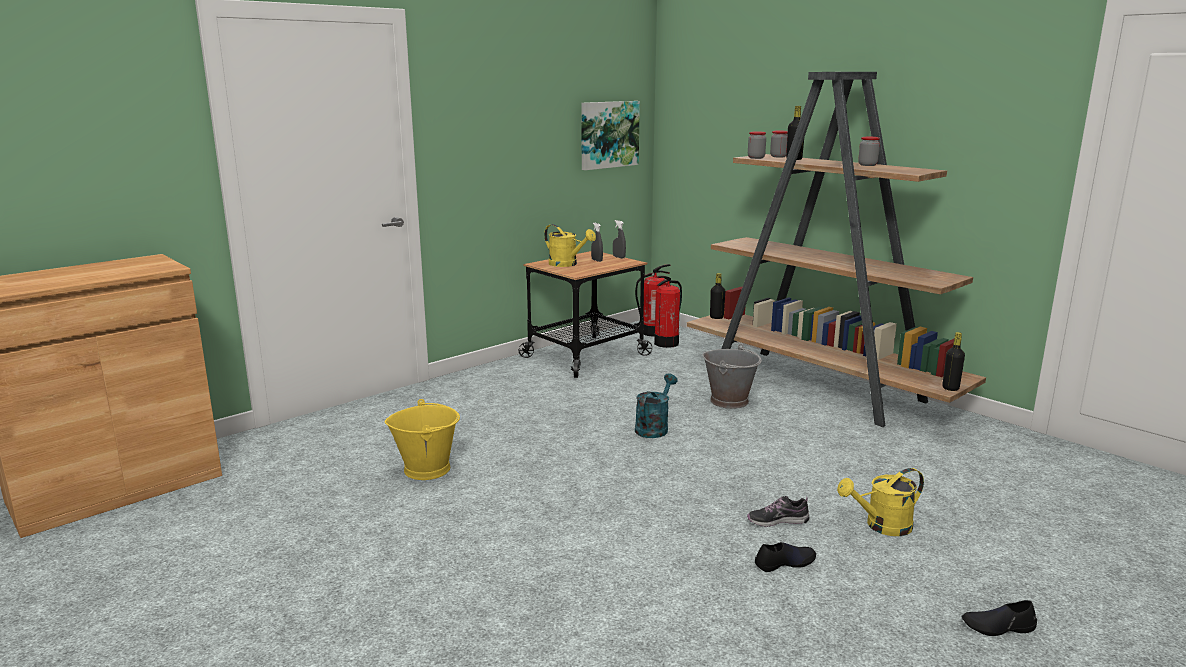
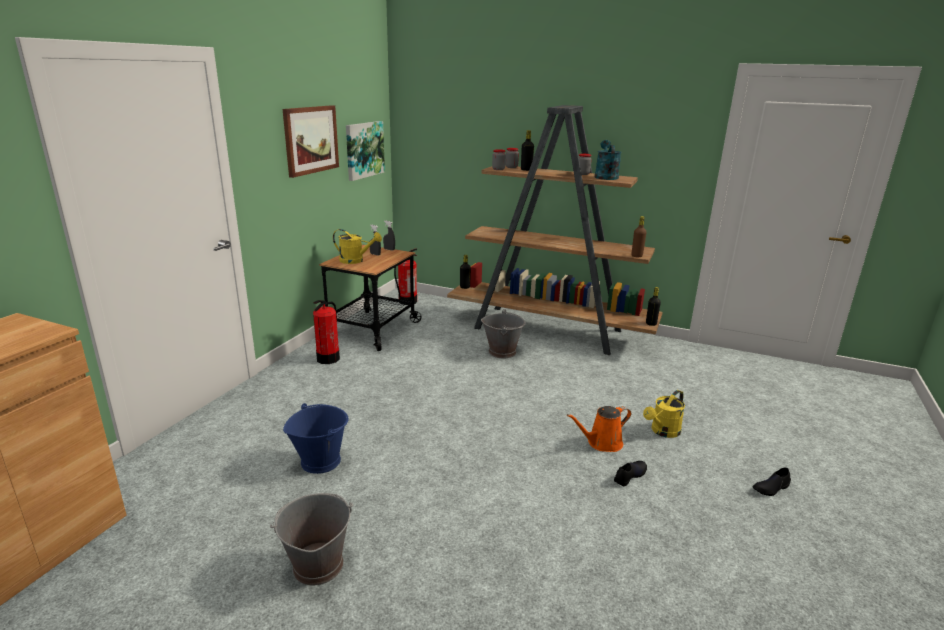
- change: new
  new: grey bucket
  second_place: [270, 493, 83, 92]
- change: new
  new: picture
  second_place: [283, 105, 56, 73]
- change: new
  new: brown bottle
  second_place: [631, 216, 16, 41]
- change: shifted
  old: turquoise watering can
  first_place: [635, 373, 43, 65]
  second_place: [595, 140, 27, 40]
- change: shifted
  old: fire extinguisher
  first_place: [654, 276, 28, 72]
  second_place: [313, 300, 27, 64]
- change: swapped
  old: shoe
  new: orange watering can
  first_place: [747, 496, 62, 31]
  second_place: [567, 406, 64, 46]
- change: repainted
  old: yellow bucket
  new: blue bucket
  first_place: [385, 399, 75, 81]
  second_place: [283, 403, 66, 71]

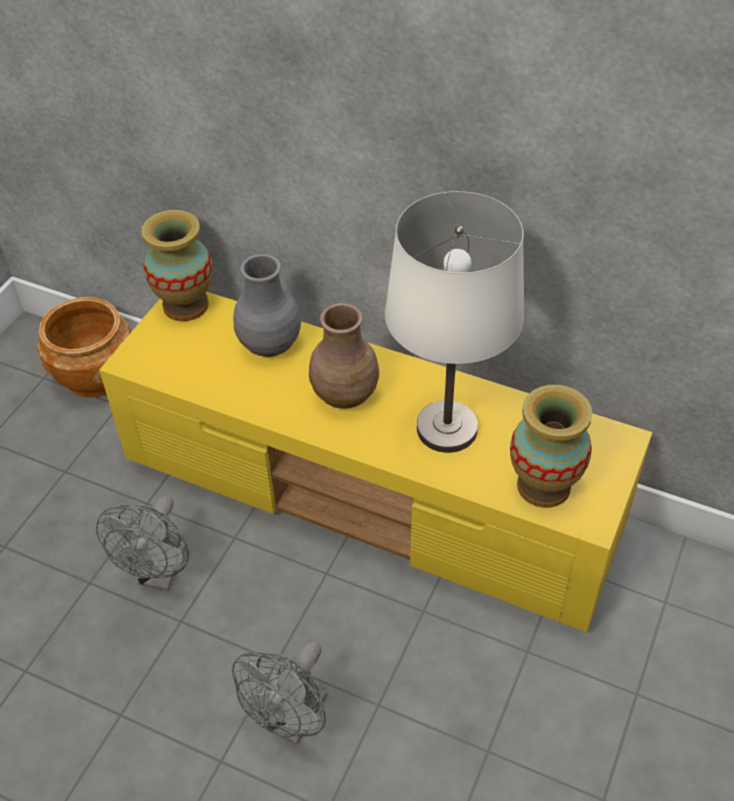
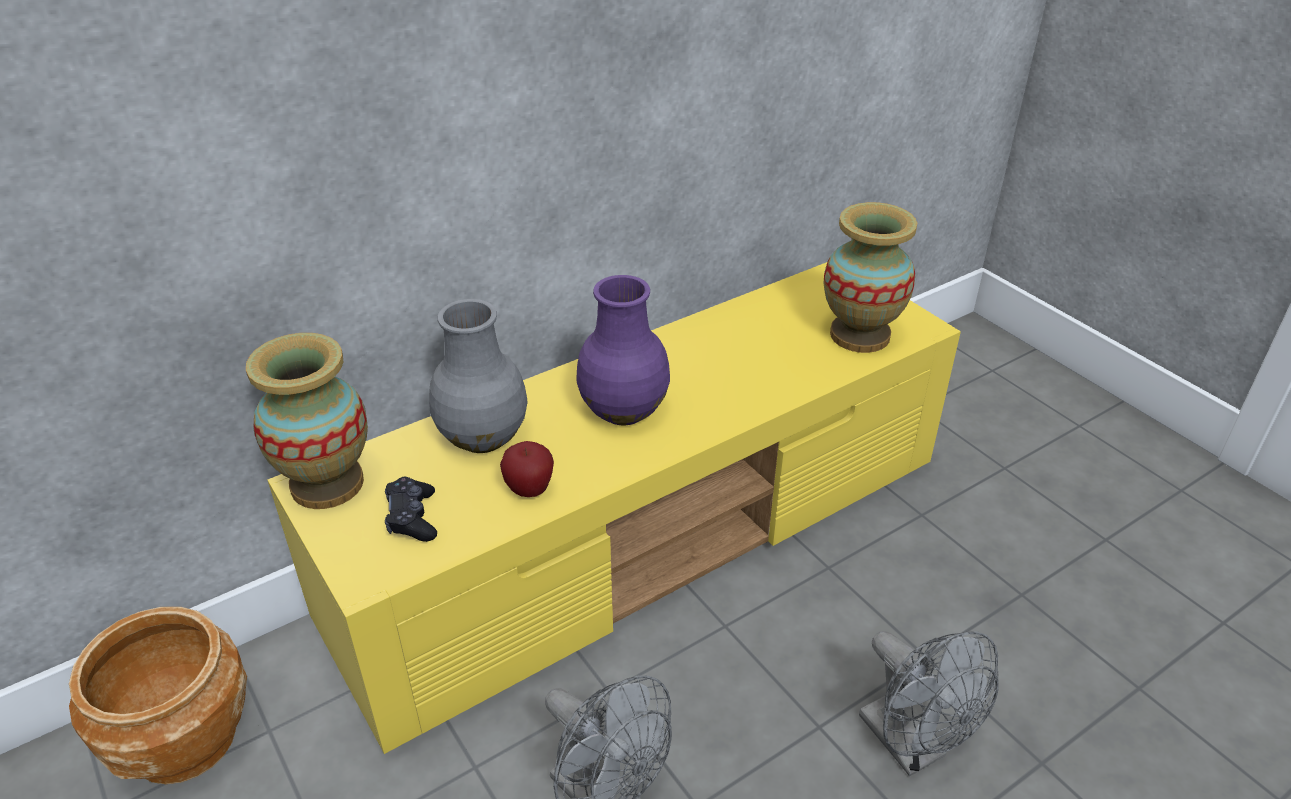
- change: gone
  old: white table lamp
  first_place: [385, 191, 139, 262]
- change: new
  new: black game controller
  second_place: [385, 477, 52, 65]
- change: new
  new: apple
  second_place: [500, 441, 54, 56]
- change: repainted
  old: brown vase
  new: purple vase
  first_place: [309, 303, 70, 106]
  second_place: [576, 275, 94, 150]

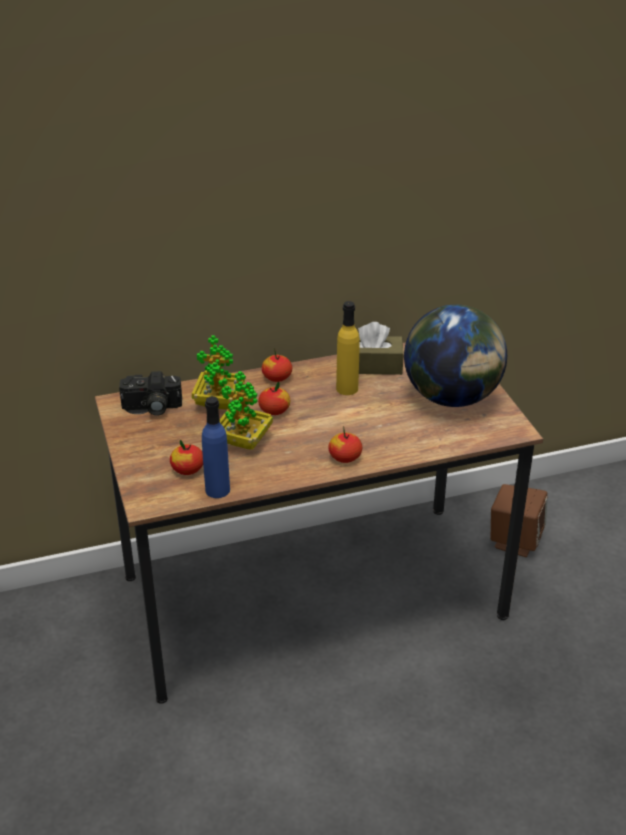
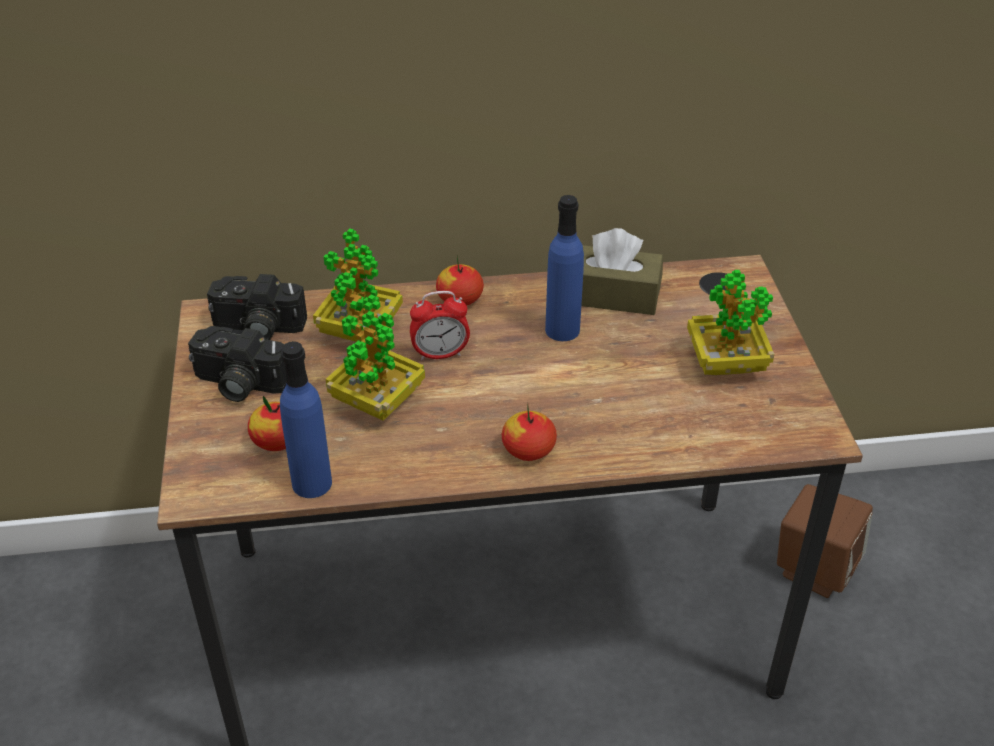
- change: new
  new: photo camera
  second_place: [188, 326, 98, 76]
- change: swapped
  old: apple
  new: alarm clock
  first_place: [258, 382, 32, 33]
  second_place: [410, 291, 60, 69]
- change: swapped
  old: globe
  new: potted plant
  first_place: [404, 305, 103, 102]
  second_place: [687, 270, 87, 105]
- change: repainted
  old: yellow bottle
  new: blue bottle
  first_place: [336, 301, 24, 94]
  second_place: [545, 195, 39, 146]

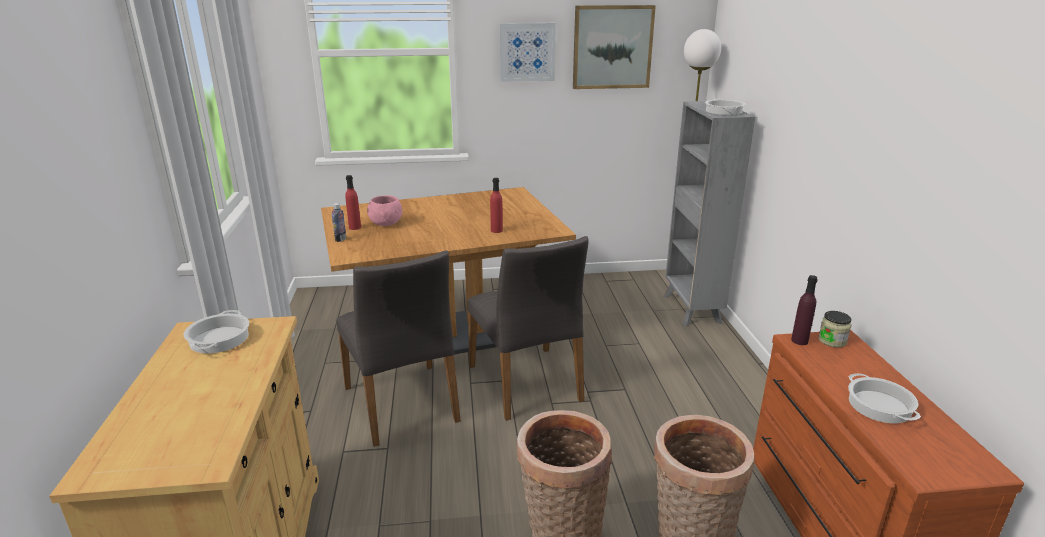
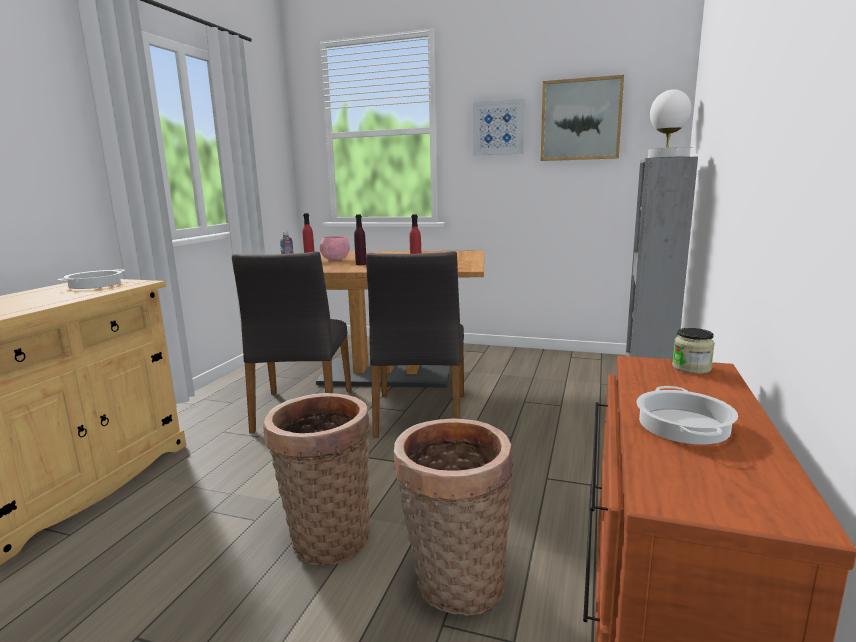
- change: shifted
  old: purple bottle
  first_place: [791, 275, 27, 70]
  second_place: [354, 214, 12, 51]

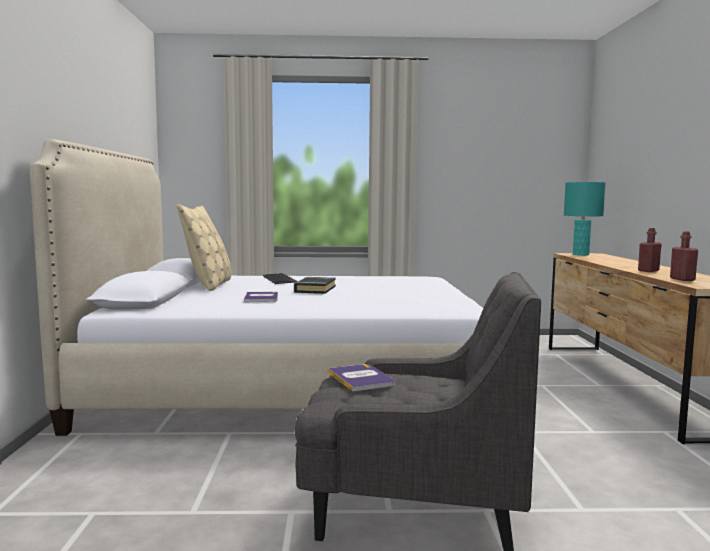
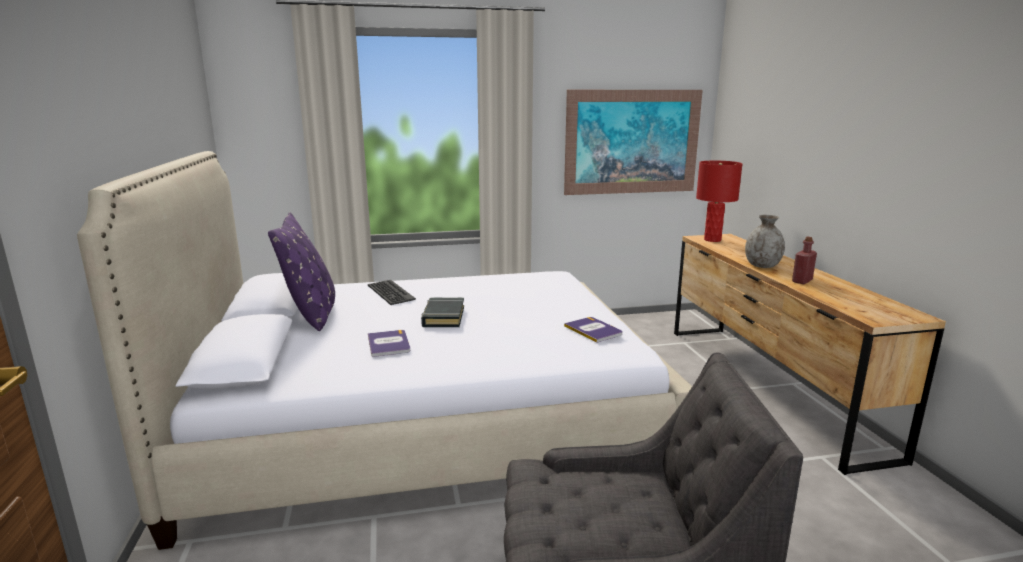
- change: gone
  old: red bottle
  first_place: [670, 231, 28, 50]
- change: new
  new: picture
  second_place: [564, 90, 139, 105]
- change: new
  new: grey vase
  second_place: [745, 215, 40, 53]
- change: shifted
  old: book
  first_place: [328, 364, 67, 28]
  second_place: [564, 317, 59, 26]
- change: repainted
  old: beige pillow
  new: purple pillow
  first_place: [177, 204, 54, 87]
  second_place: [268, 212, 67, 119]
- change: repainted
  old: turquoise table lamp
  new: red table lamp
  first_place: [564, 182, 42, 74]
  second_place: [696, 161, 46, 81]

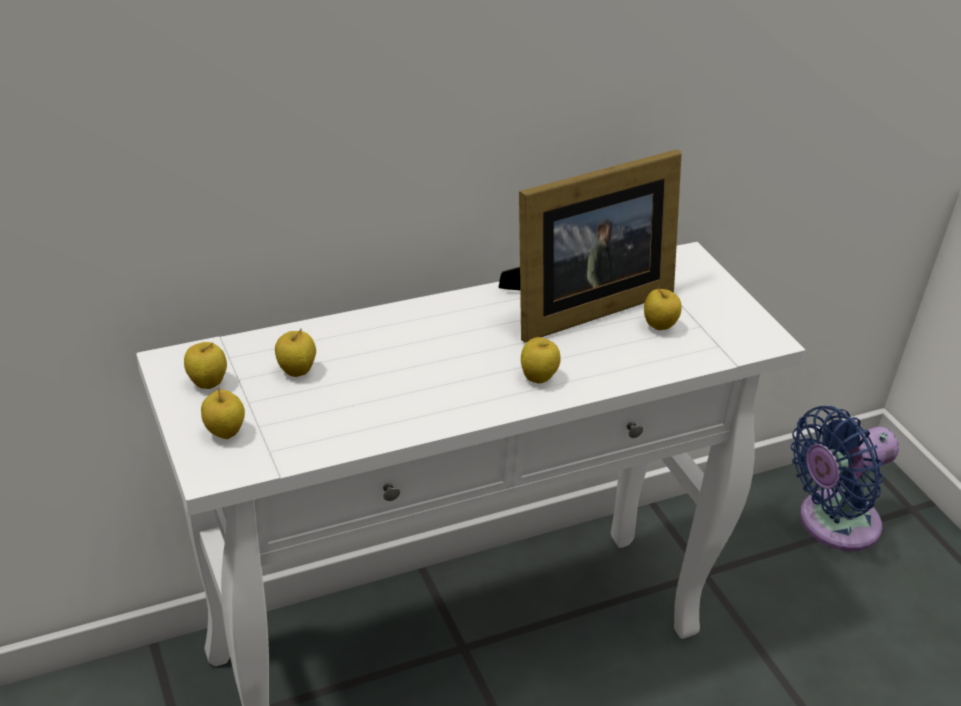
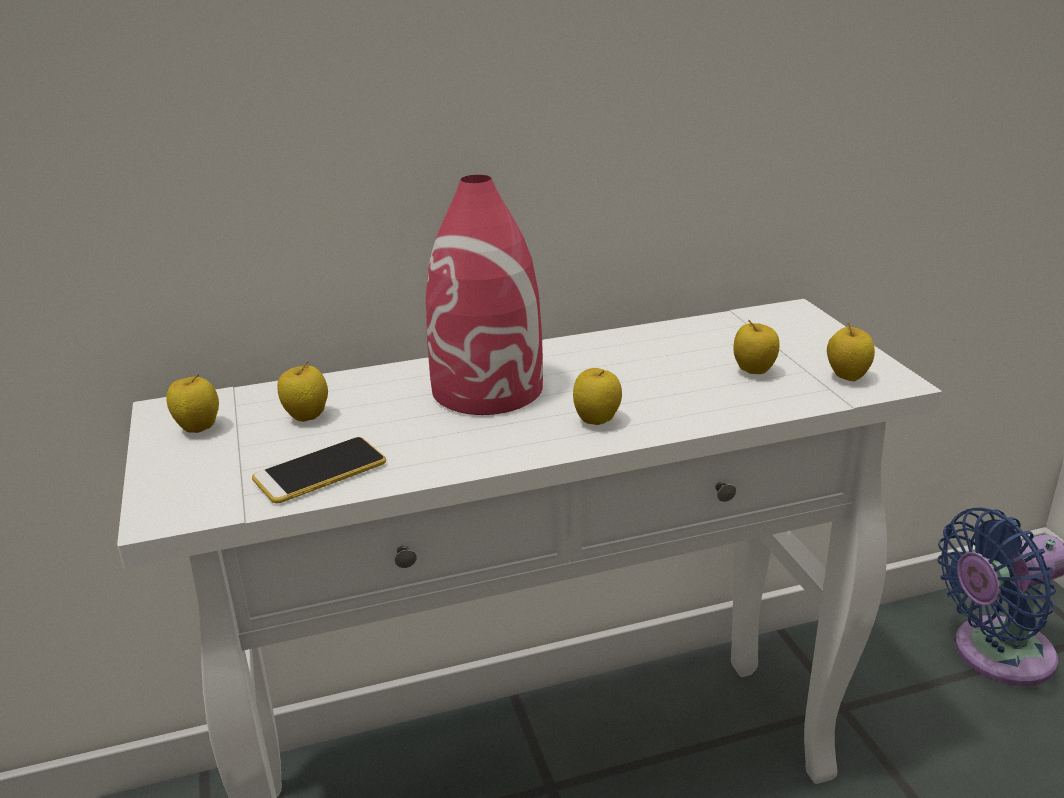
- change: gone
  old: picture frame
  first_place: [499, 150, 183, 192]
- change: new
  new: phone
  second_place: [252, 437, 134, 66]
- change: new
  new: red vase
  second_place: [426, 175, 117, 240]
- change: shifted
  old: apple
  first_place: [201, 388, 44, 51]
  second_place: [827, 322, 48, 59]

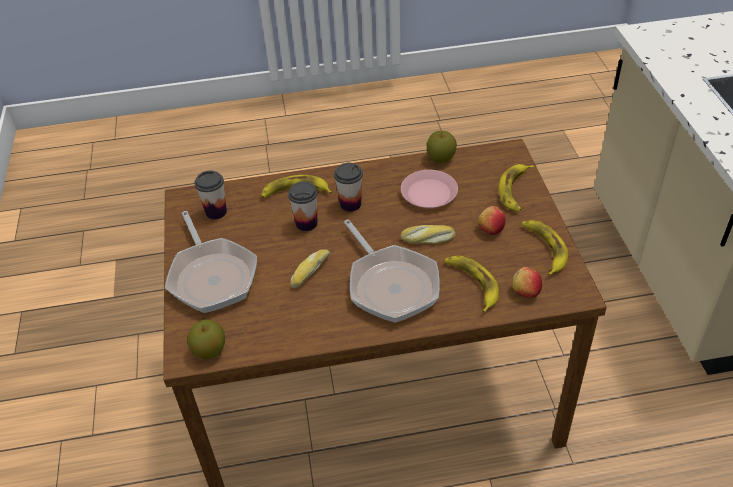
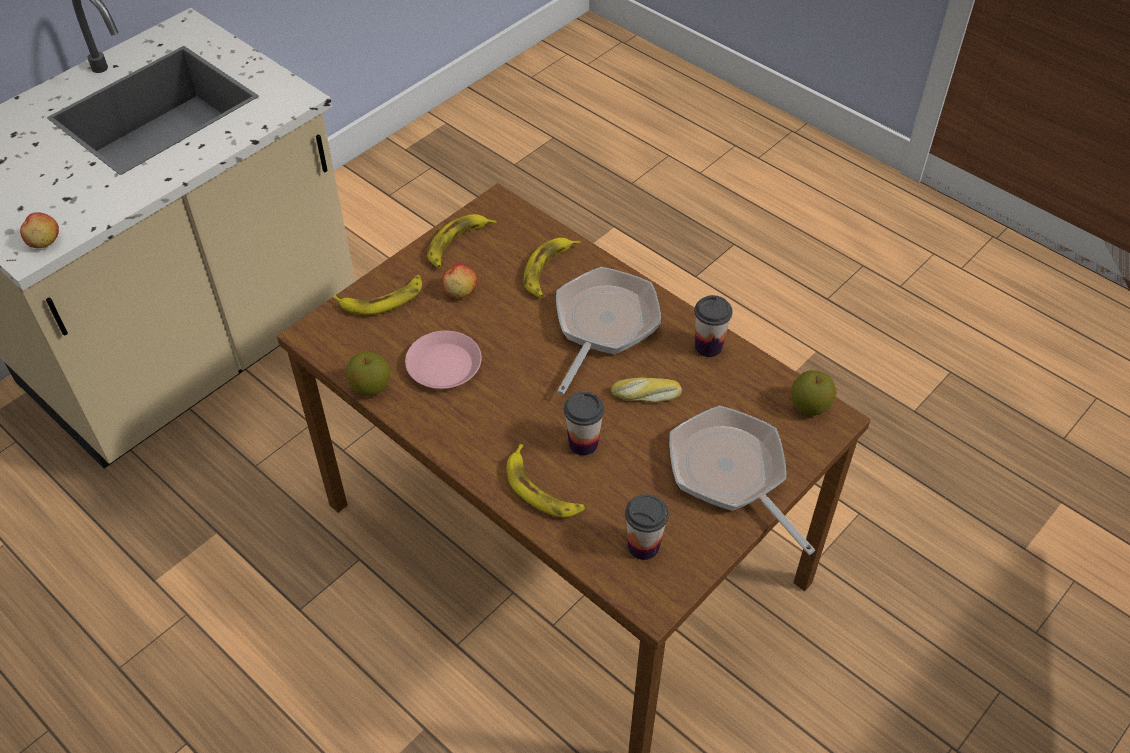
- change: gone
  old: bread
  first_place: [400, 225, 55, 19]
- change: shifted
  old: cup
  first_place: [334, 163, 29, 49]
  second_place: [694, 295, 39, 62]
- change: shifted
  old: apple
  first_place: [512, 267, 30, 31]
  second_place: [20, 212, 39, 36]
- change: rotated
  old: frying pan
  first_place: [165, 211, 92, 102]
  second_place: [669, 405, 146, 150]
  degrees: -60

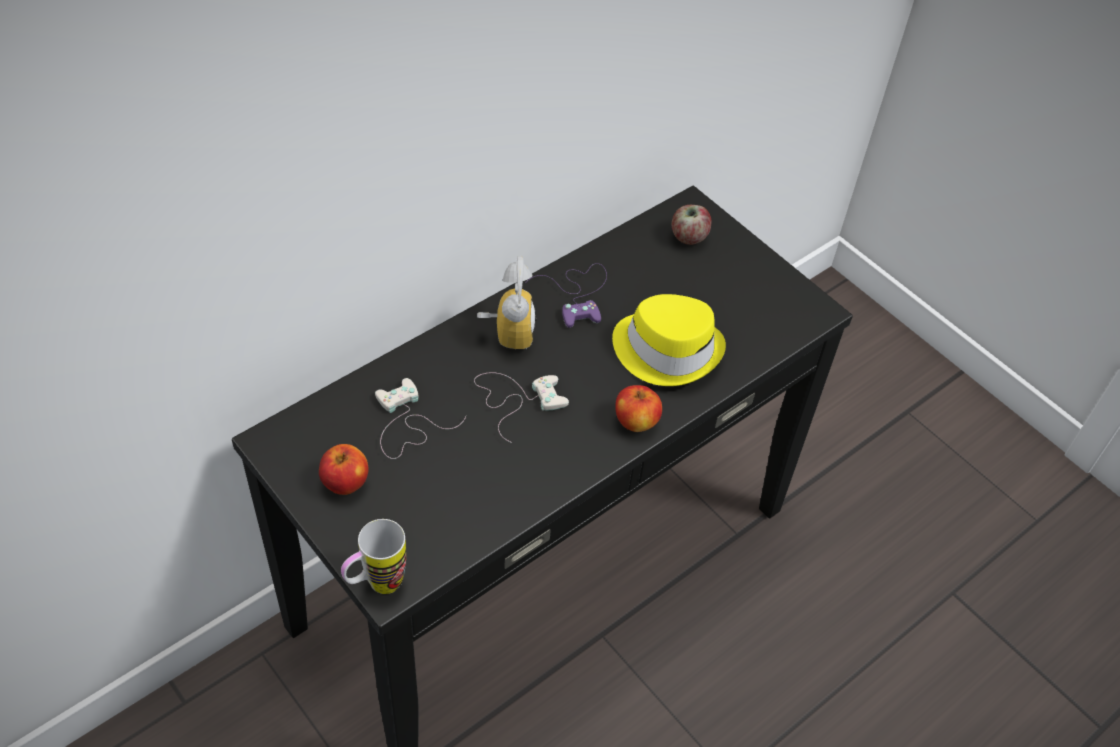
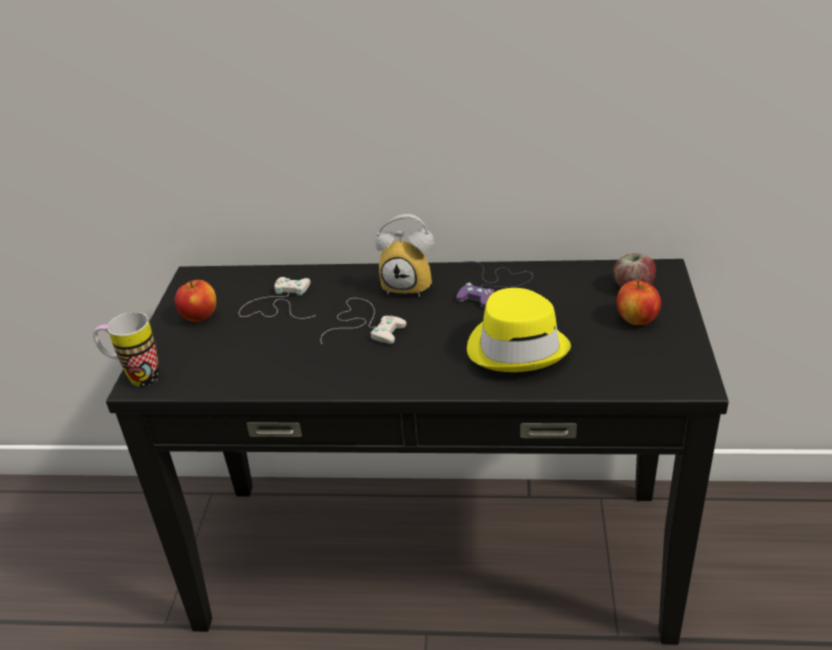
- change: shifted
  old: apple
  first_place: [615, 385, 47, 47]
  second_place: [617, 279, 44, 46]
- change: rotated
  old: alarm clock
  first_place: [477, 256, 59, 94]
  second_place: [376, 214, 58, 83]
  degrees: 60

